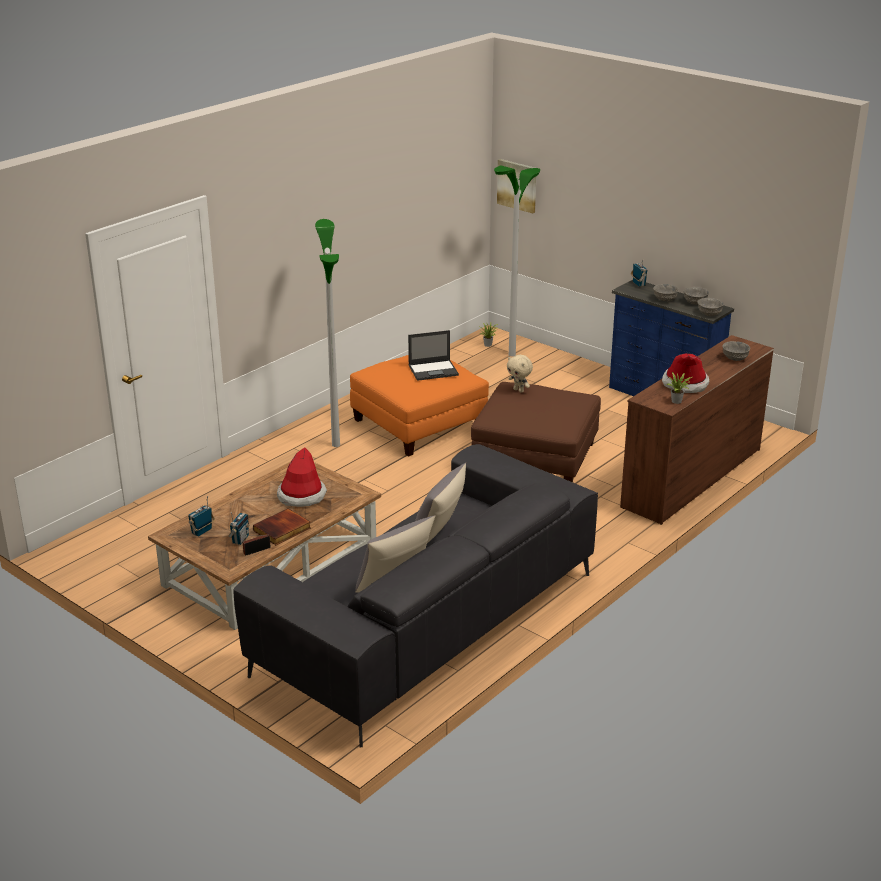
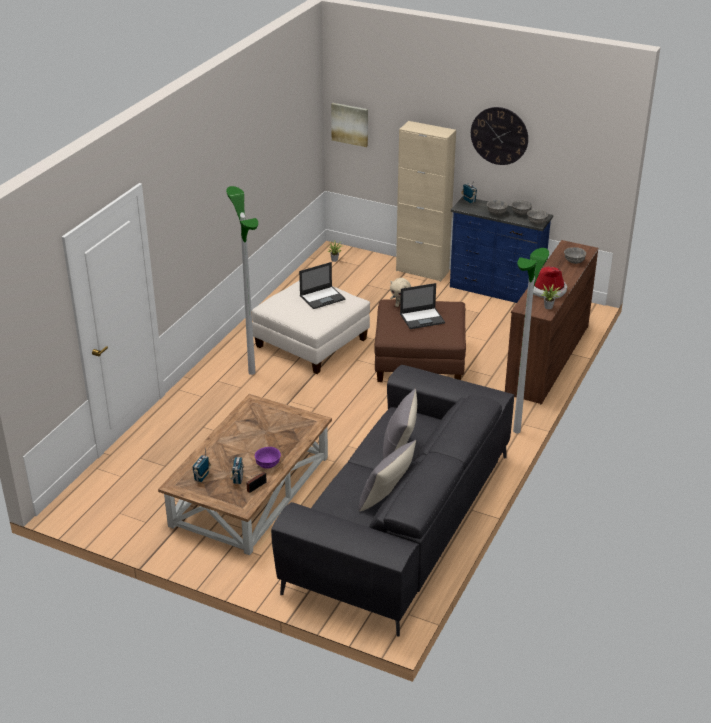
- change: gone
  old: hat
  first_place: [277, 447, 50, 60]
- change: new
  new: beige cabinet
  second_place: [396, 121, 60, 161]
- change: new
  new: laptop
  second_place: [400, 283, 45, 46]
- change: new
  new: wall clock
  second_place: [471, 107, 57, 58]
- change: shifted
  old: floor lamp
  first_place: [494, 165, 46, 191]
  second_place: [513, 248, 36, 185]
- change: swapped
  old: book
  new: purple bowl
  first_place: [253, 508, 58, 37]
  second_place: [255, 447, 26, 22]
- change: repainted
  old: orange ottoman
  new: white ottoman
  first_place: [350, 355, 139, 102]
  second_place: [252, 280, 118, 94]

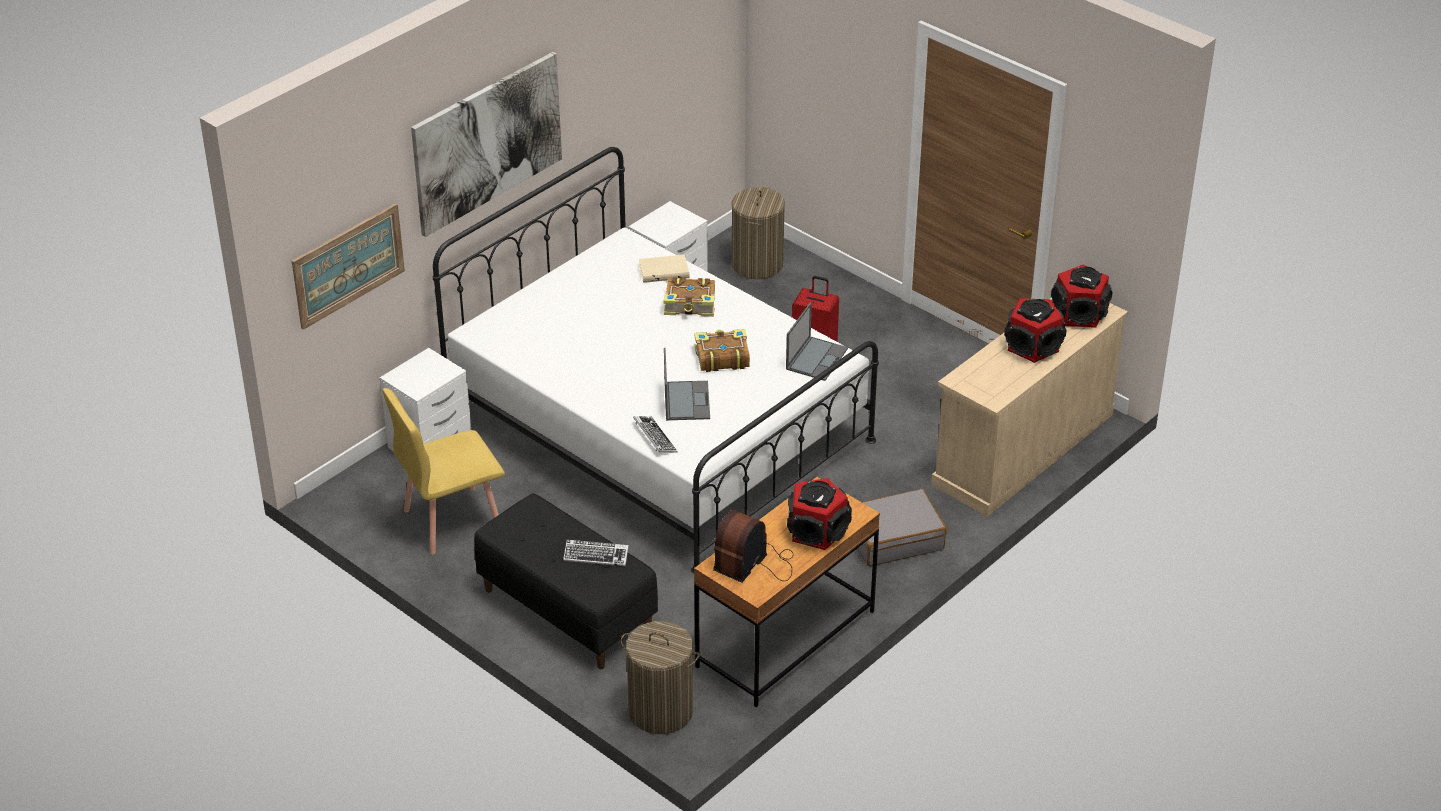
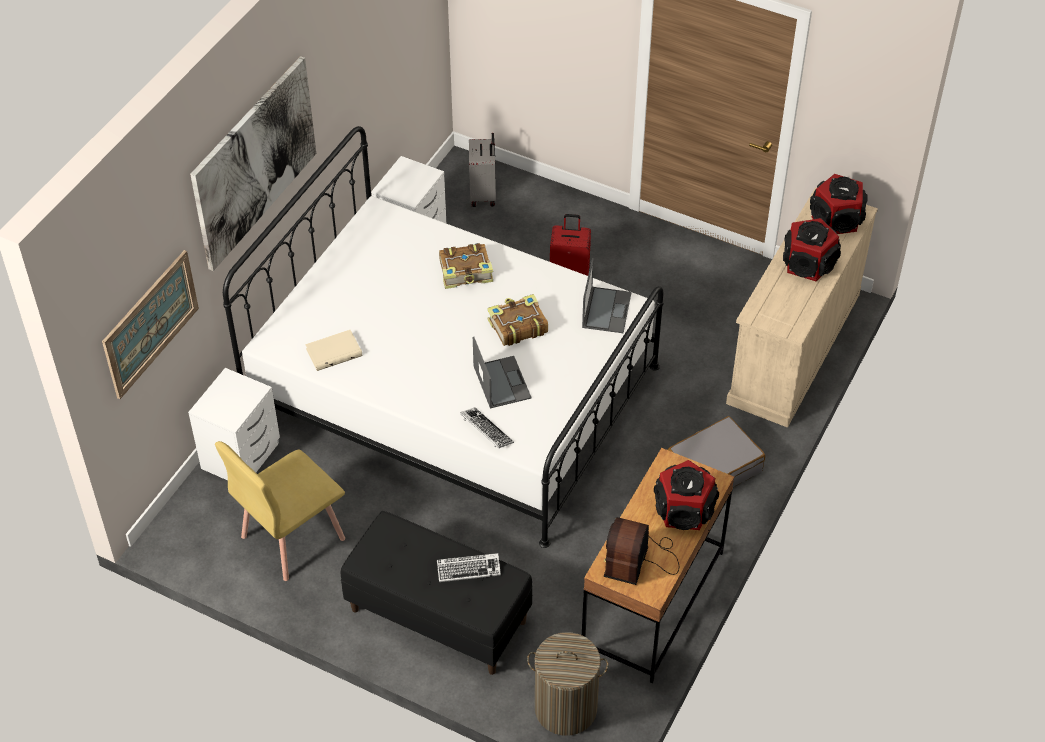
- change: shifted
  old: beige book
  first_place: [639, 255, 51, 28]
  second_place: [305, 330, 57, 41]
- change: swapped
  old: laundry basket
  new: grey suitcase
  first_place: [732, 187, 53, 92]
  second_place: [469, 133, 27, 74]

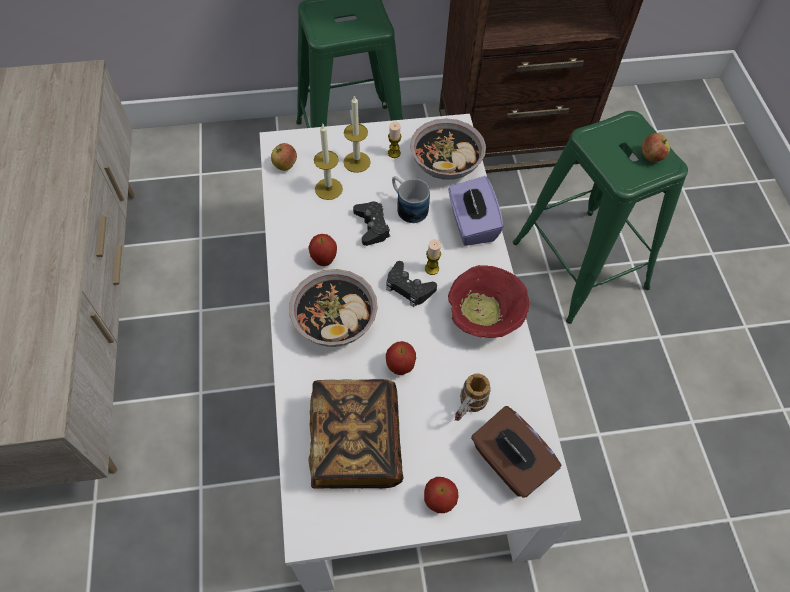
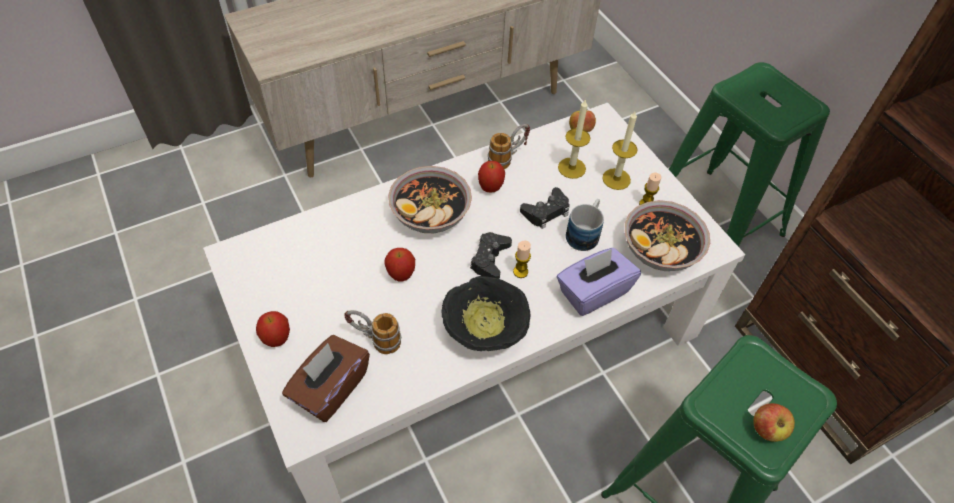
- change: gone
  old: book
  first_place: [308, 379, 96, 110]
- change: new
  new: mug
  second_place: [488, 124, 42, 45]
- change: repainted
  old: red bowl
  new: black bowl
  first_place: [448, 265, 81, 73]
  second_place: [442, 276, 89, 75]

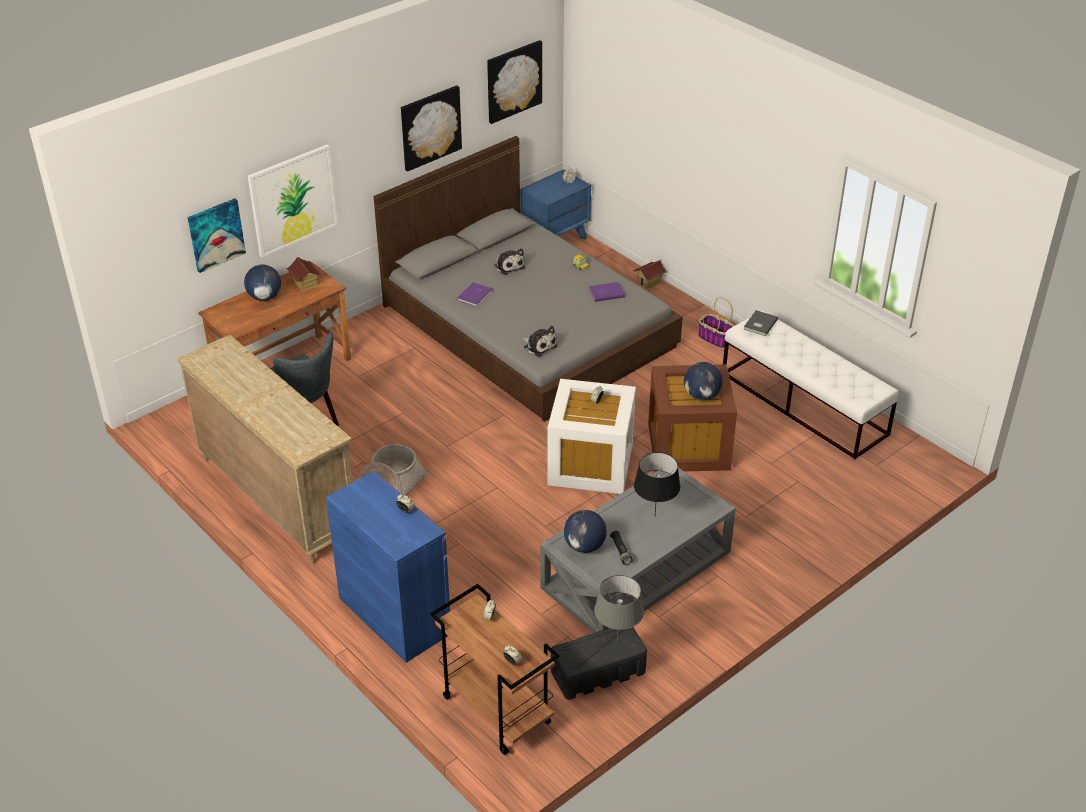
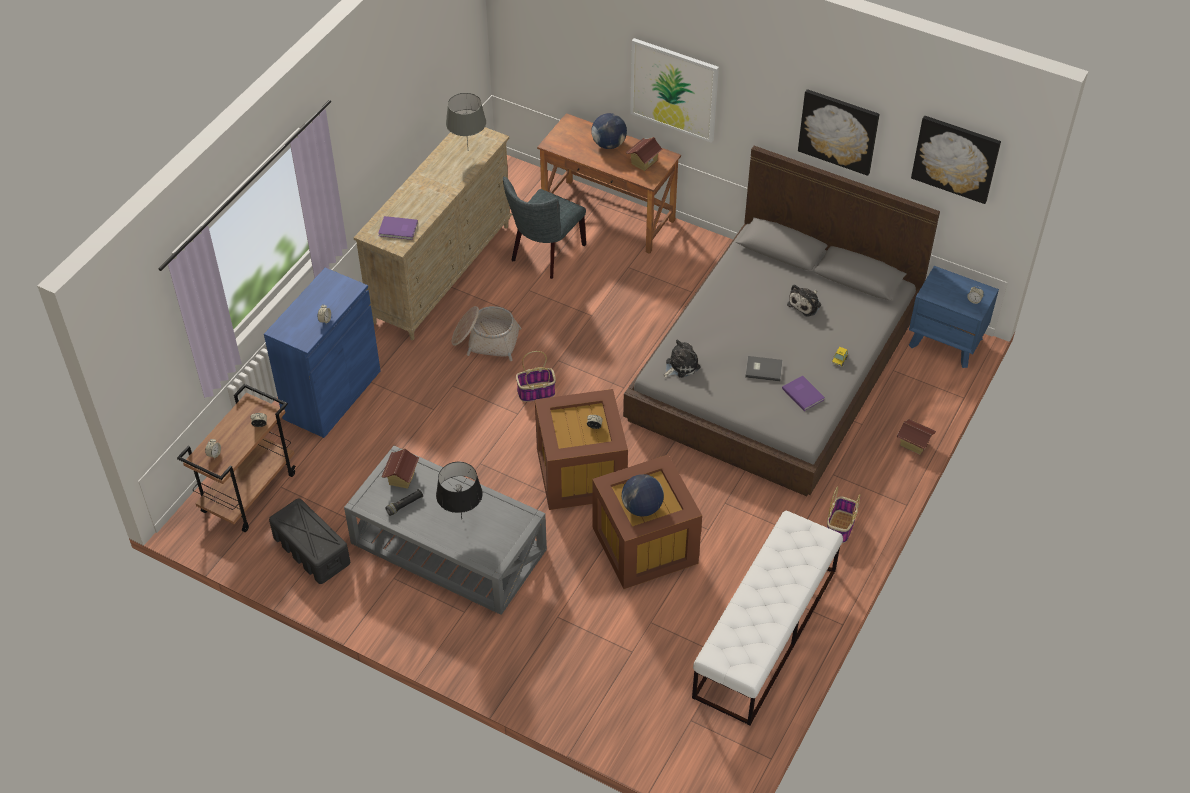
- change: gone
  old: picture
  first_place: [187, 198, 59, 75]
- change: new
  new: basket
  second_place: [516, 351, 40, 51]
- change: shifted
  old: purple book
  first_place: [457, 282, 36, 25]
  second_place: [378, 216, 40, 24]
- change: shifted
  old: grey table lamp
  first_place: [594, 575, 50, 66]
  second_place: [446, 93, 40, 53]
- change: shifted
  old: grey book
  first_place: [743, 310, 35, 26]
  second_place: [745, 356, 38, 25]
- change: swapped
  old: globe
  new: toy house
  first_place: [564, 510, 43, 43]
  second_place: [381, 448, 39, 41]
- change: repainted
  old: white storage box
  new: brown storage box
  first_place: [547, 379, 89, 115]
  second_place: [535, 389, 93, 121]
- change: rotated
  old: plush toy
  first_place: [522, 326, 35, 31]
  second_place: [663, 340, 38, 38]
  degrees: -150

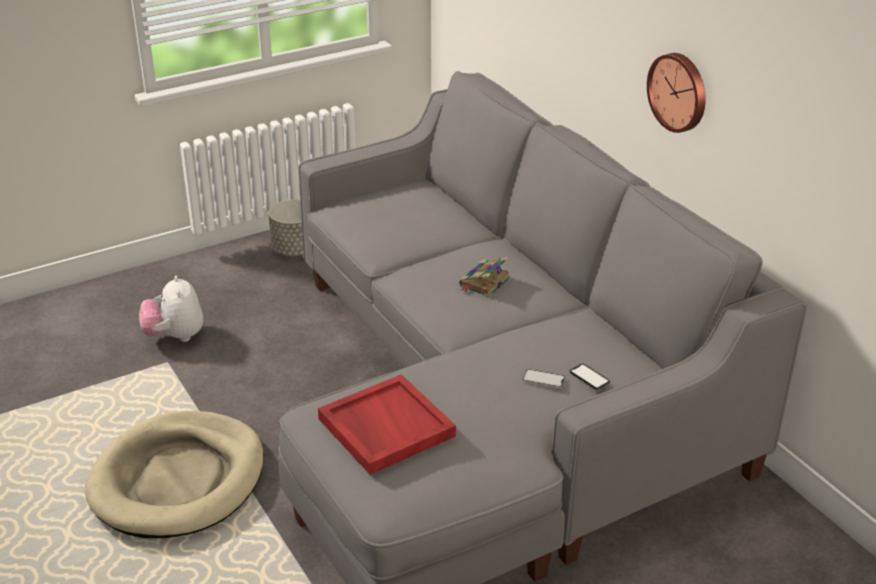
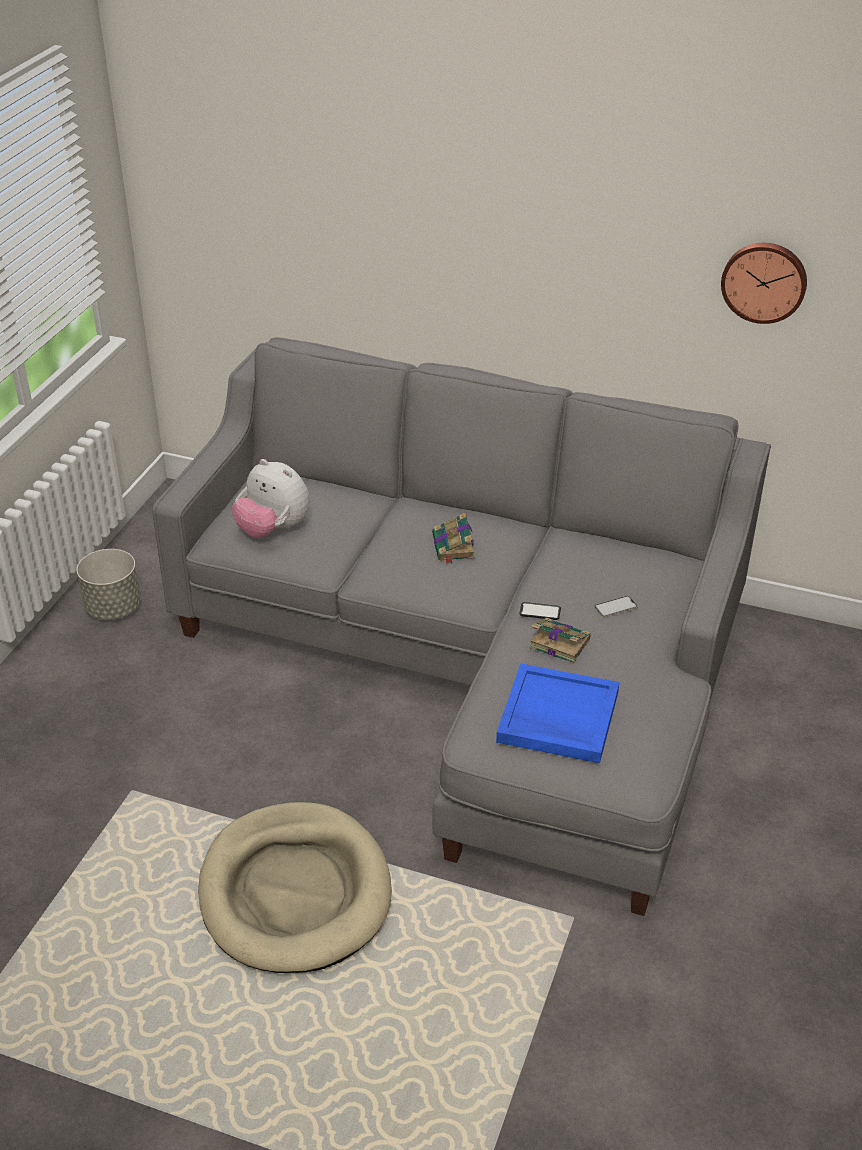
- change: new
  new: book
  second_place: [529, 618, 62, 46]
- change: shifted
  old: plush toy
  first_place: [139, 276, 64, 66]
  second_place: [232, 459, 78, 79]
- change: shifted
  old: phone
  first_place: [570, 364, 40, 26]
  second_place: [519, 602, 42, 18]
- change: shifted
  old: wall clock
  first_place: [647, 53, 59, 80]
  second_place: [721, 243, 86, 81]
- change: repainted
  old: red tray
  new: blue tray
  first_place: [318, 374, 138, 101]
  second_place: [496, 664, 123, 99]

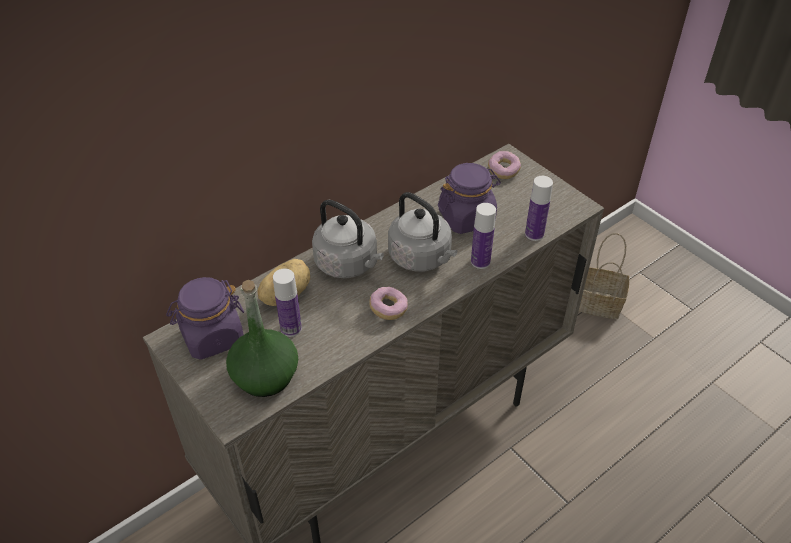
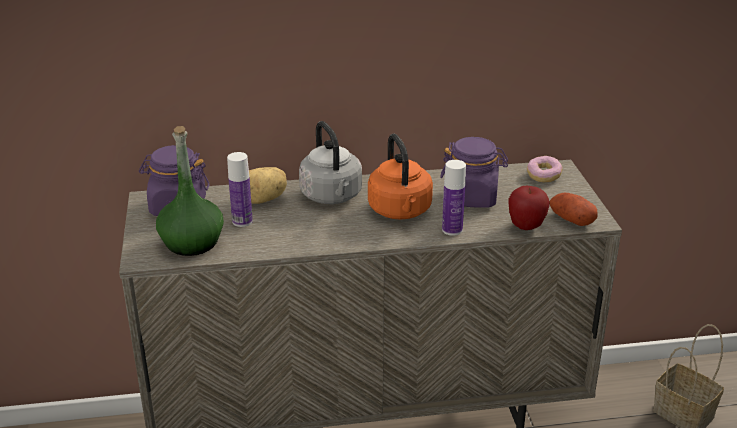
- change: gone
  old: donut
  first_place: [369, 287, 39, 33]
- change: new
  new: potato
  second_place: [550, 193, 48, 33]
- change: swapped
  old: bottle
  new: apple
  first_place: [525, 176, 28, 65]
  second_place: [509, 186, 41, 44]
- change: repainted
  old: grey kettle
  new: orange kettle
  first_place: [388, 192, 69, 80]
  second_place: [368, 134, 65, 86]

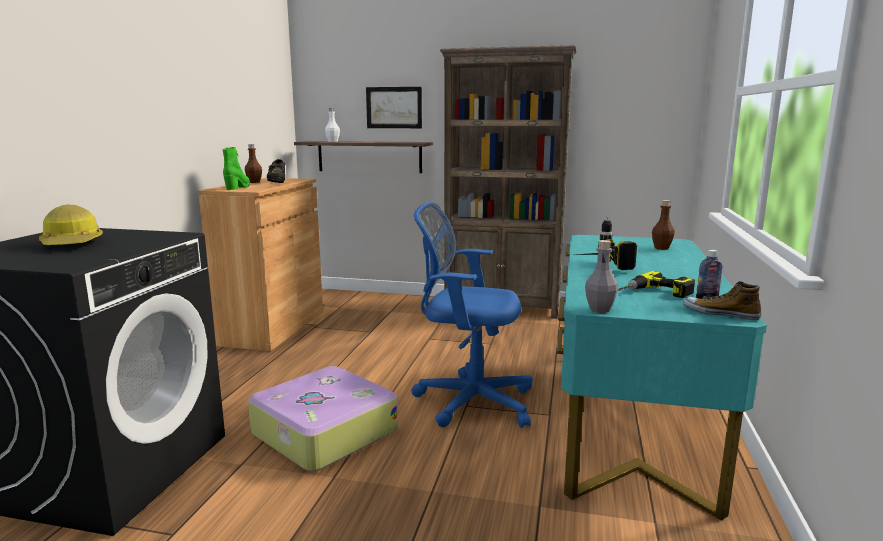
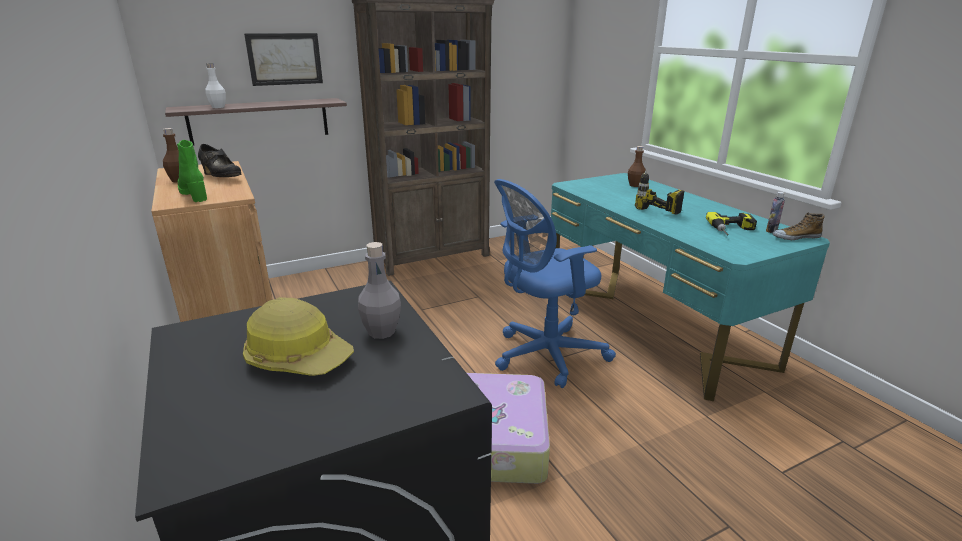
- change: shifted
  old: grey bottle
  first_place: [585, 240, 33, 73]
  second_place: [358, 242, 43, 97]

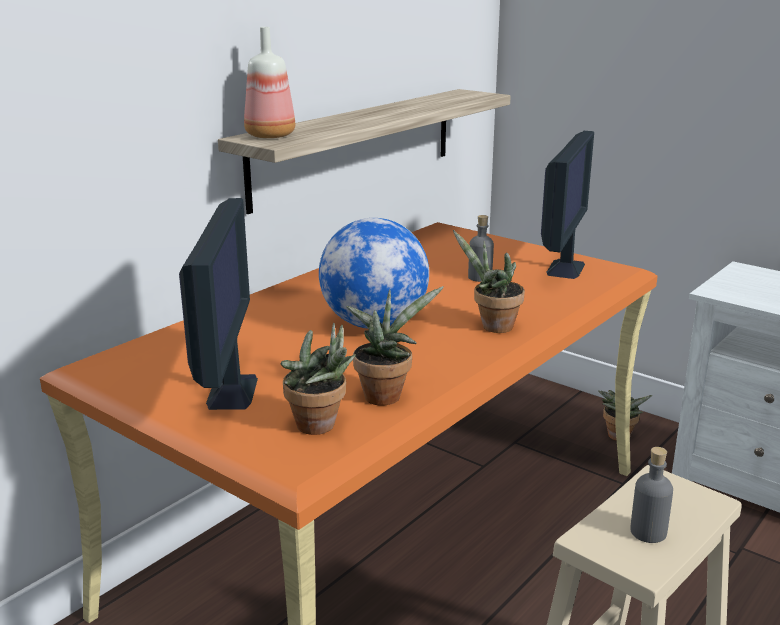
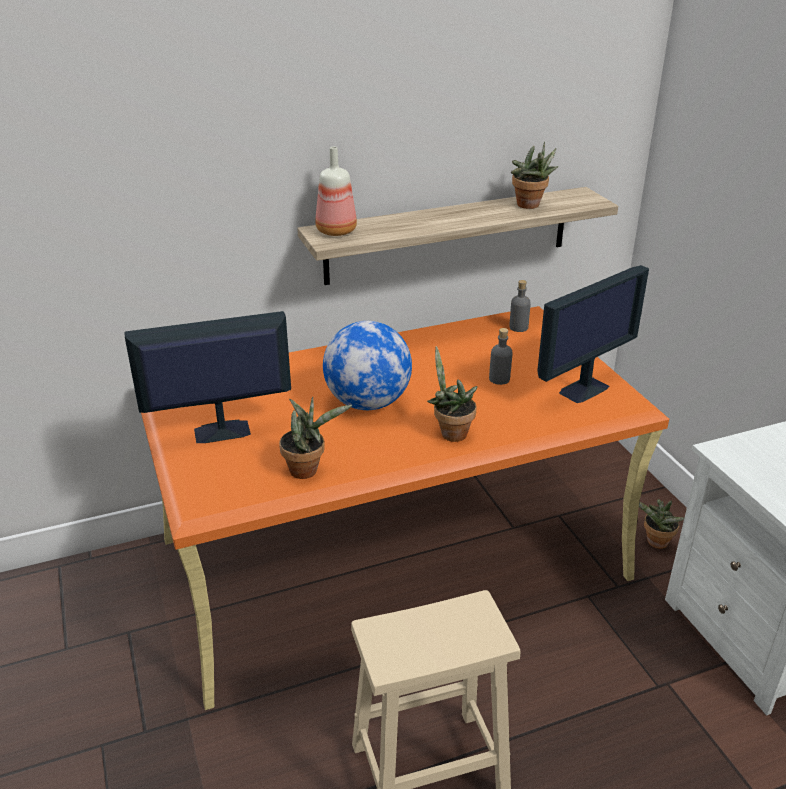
- change: shifted
  old: potted plant
  first_place: [280, 323, 76, 112]
  second_place: [511, 142, 48, 67]
- change: shifted
  old: grey bottle
  first_place: [630, 447, 43, 96]
  second_place: [509, 280, 22, 52]
- change: rotated
  old: monitor
  first_place: [179, 198, 79, 212]
  second_place: [124, 311, 167, 132]
  degrees: -135

